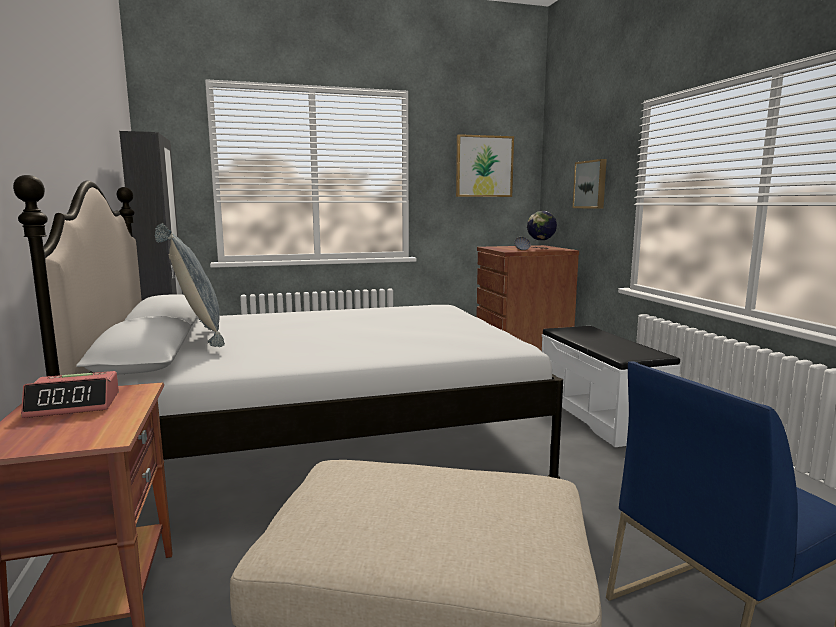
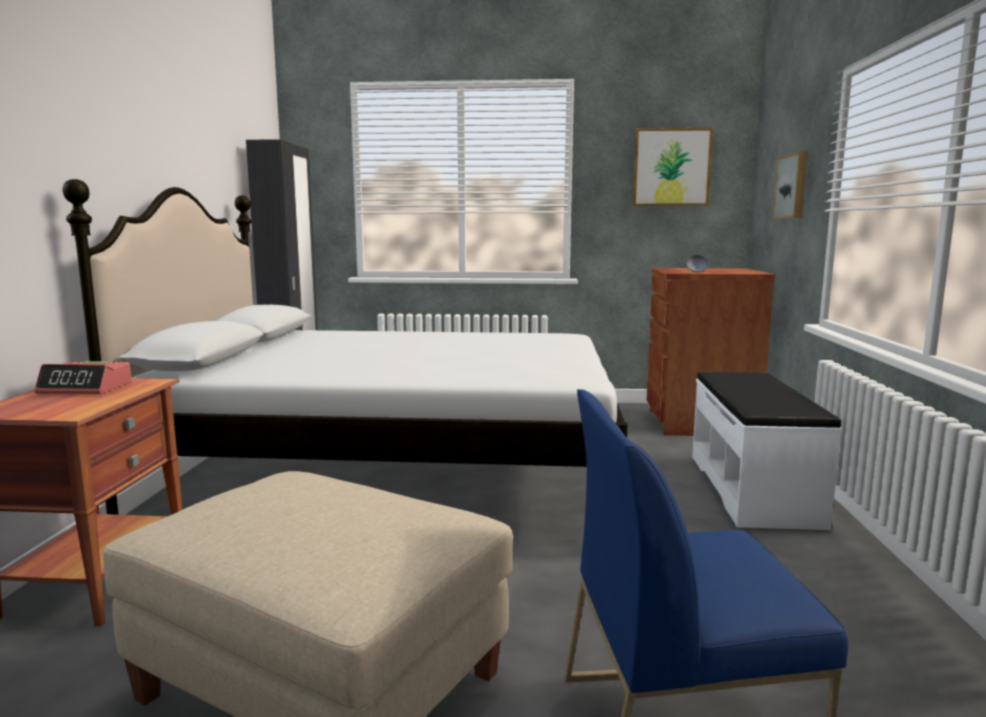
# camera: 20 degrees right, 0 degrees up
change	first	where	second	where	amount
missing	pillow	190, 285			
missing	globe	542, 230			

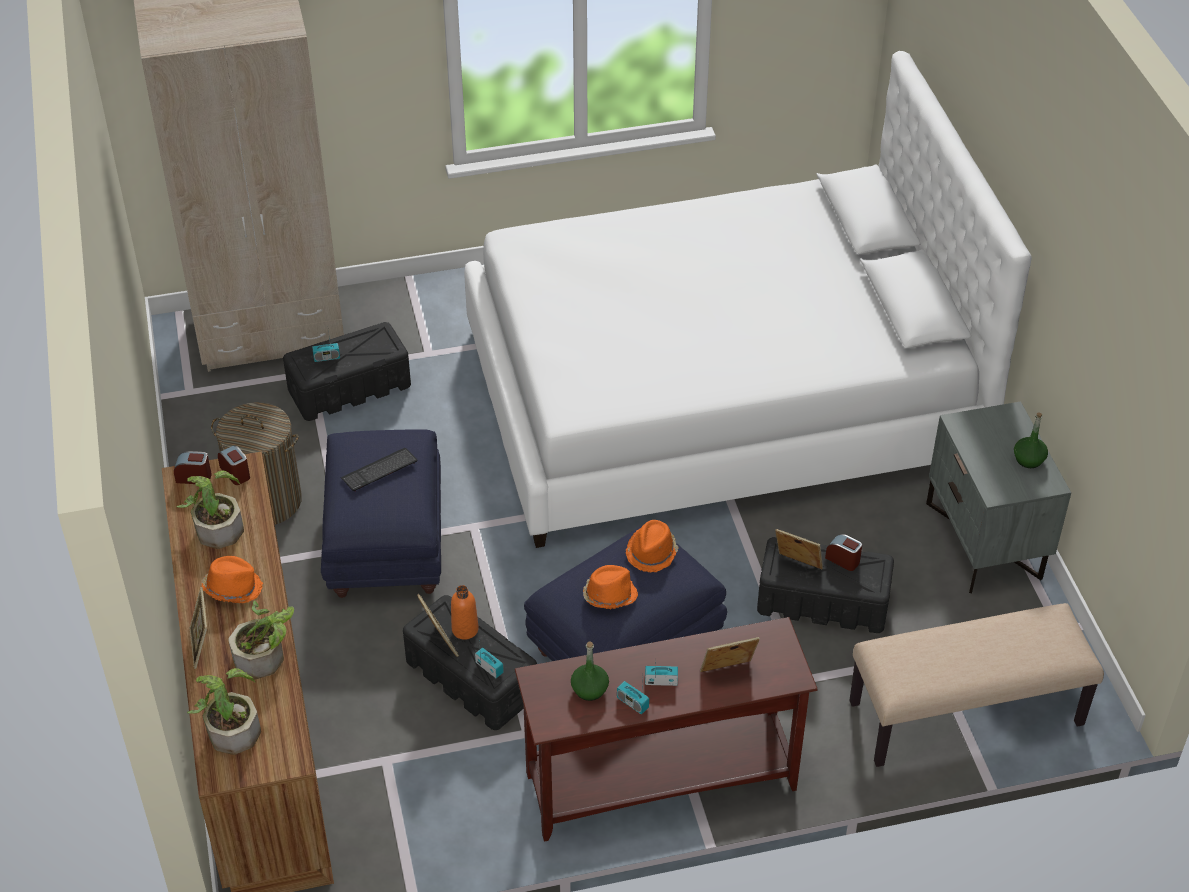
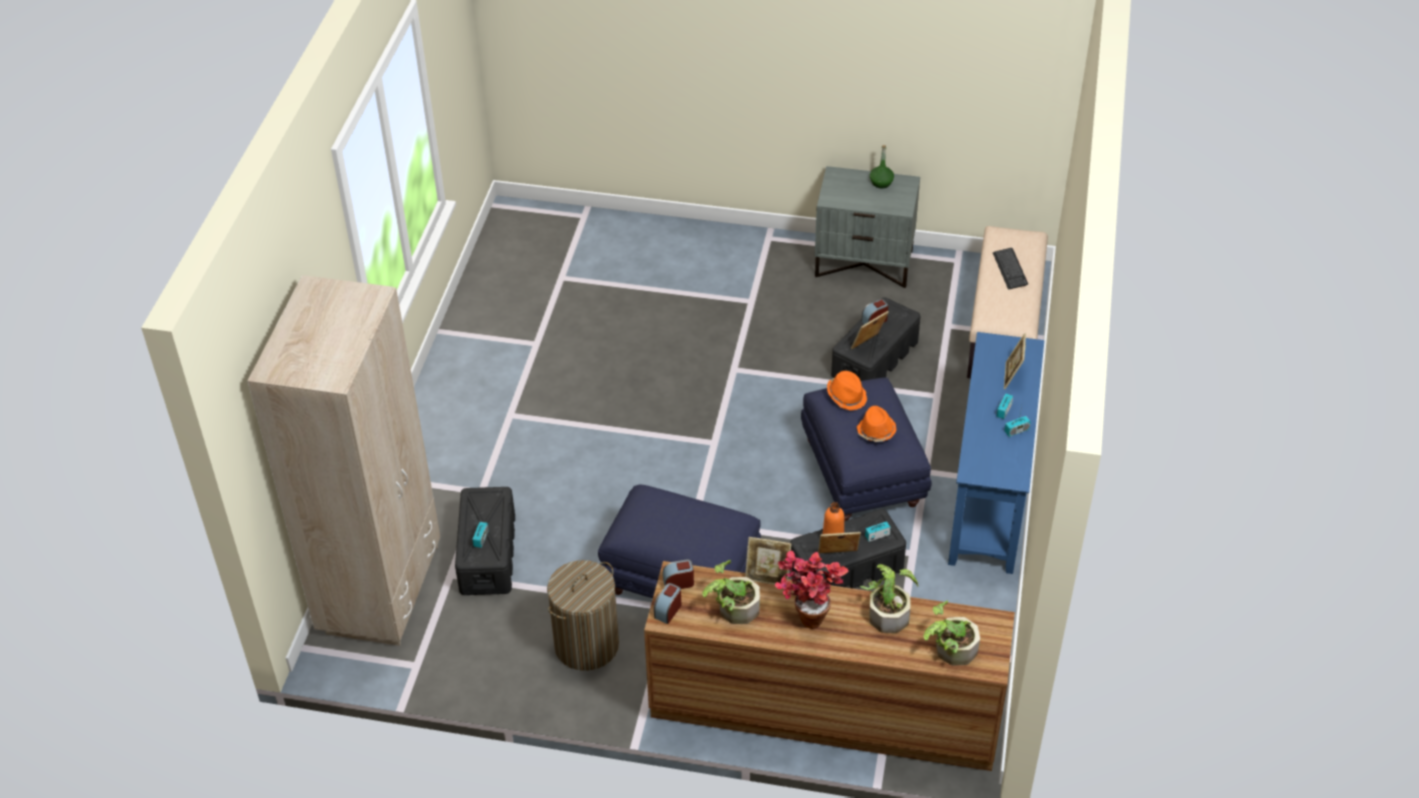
# camera: 65 degrees left, 0 degrees up
change	first	where	second	where	amount
missing	white bed	748, 299			
missing	green bottle	590, 671			
relocated	picture frame	198, 628		768, 561	
relocated	keyboard	379, 469		1010, 269	
exchanged	orange hat	232, 579	potted plant	812, 589	
colour	brown console table	666, 729	blue console table	996, 453	

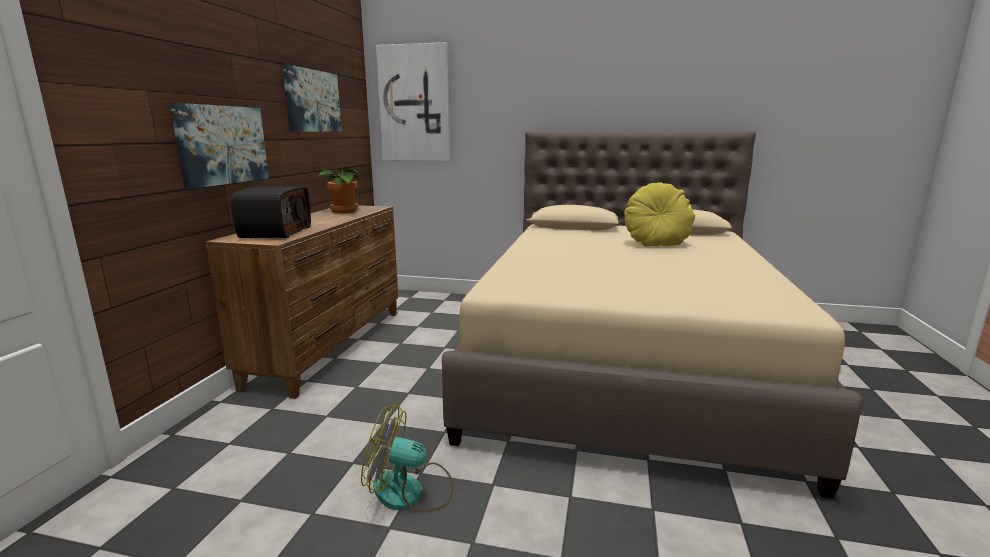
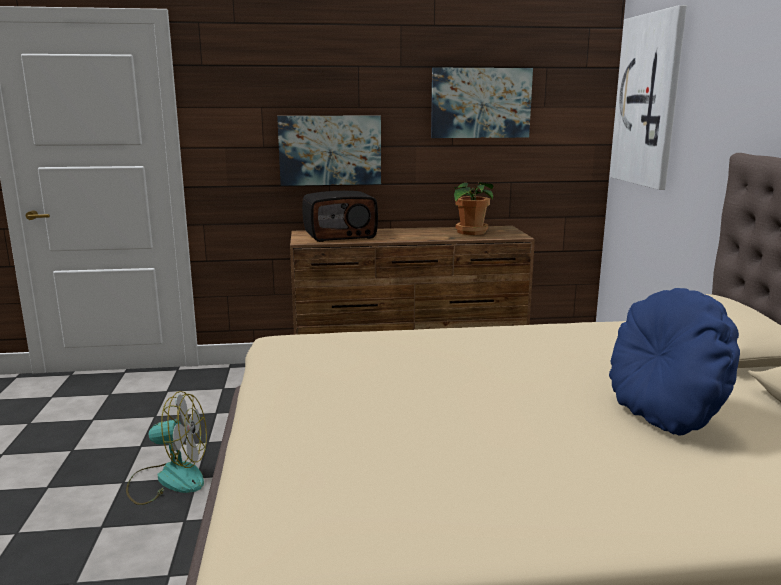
# camera: 70 degrees right, 0 degrees up
change	first	where	second	where	amount
colour	yellow pillow	659, 214	blue pillow	674, 361	
spun	fan	407, 458		166, 448	105 degrees clockwise

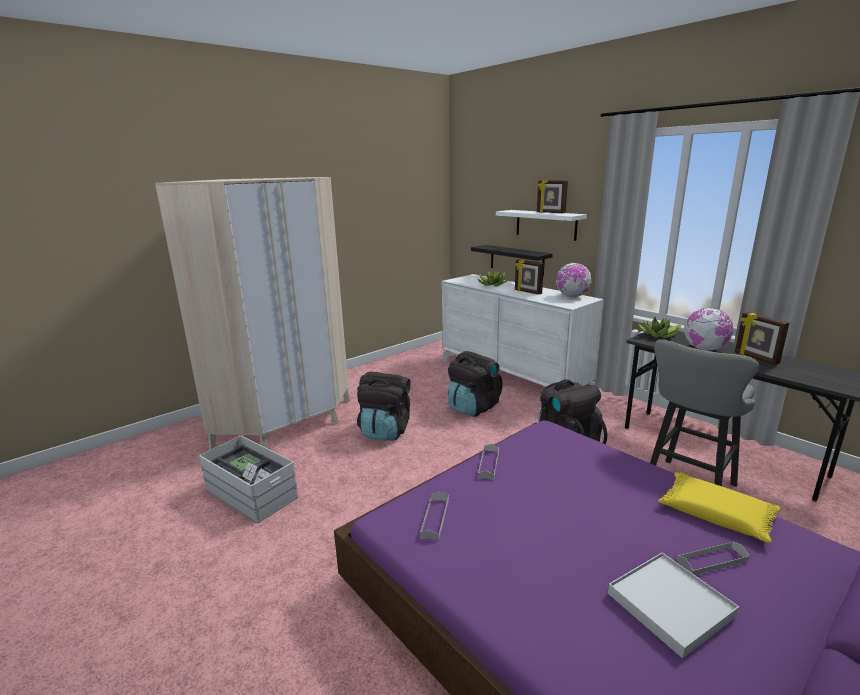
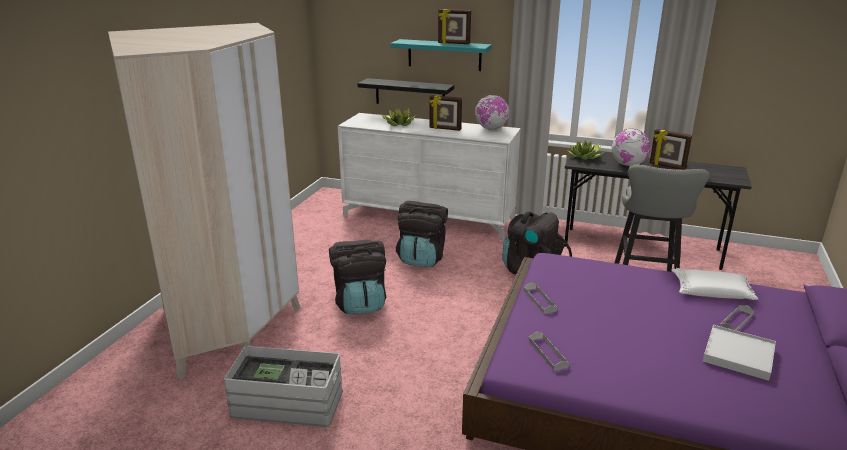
# camera: 30 degrees left, 5 degrees up
change	first	where	second	where	amount
colour	white shelf	541, 225	turquoise shelf	441, 55	
colour	yellow pillow	719, 507	white pillow	714, 284	

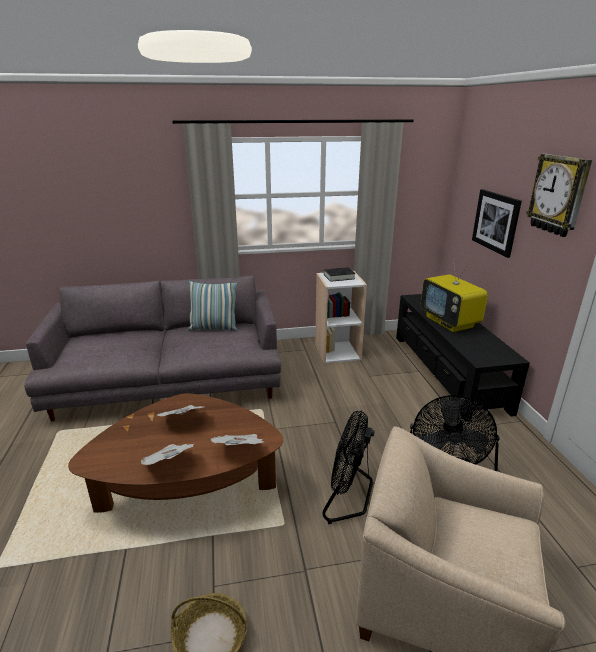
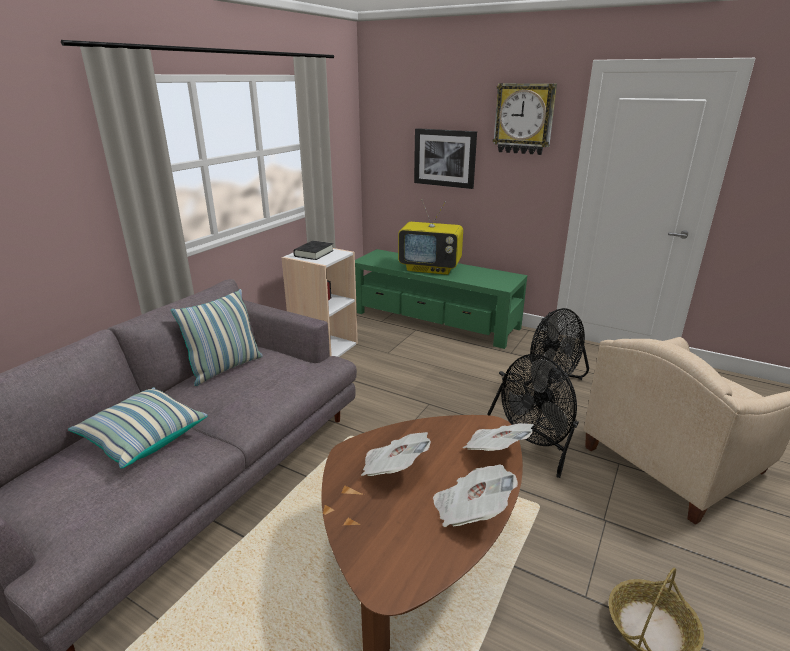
# camera: 50 degrees left, 0 degrees up
change	first	where	second	where	amount
appeared			pillow	137, 428	
colour	black tv stand	463, 358	green tv stand	441, 299	

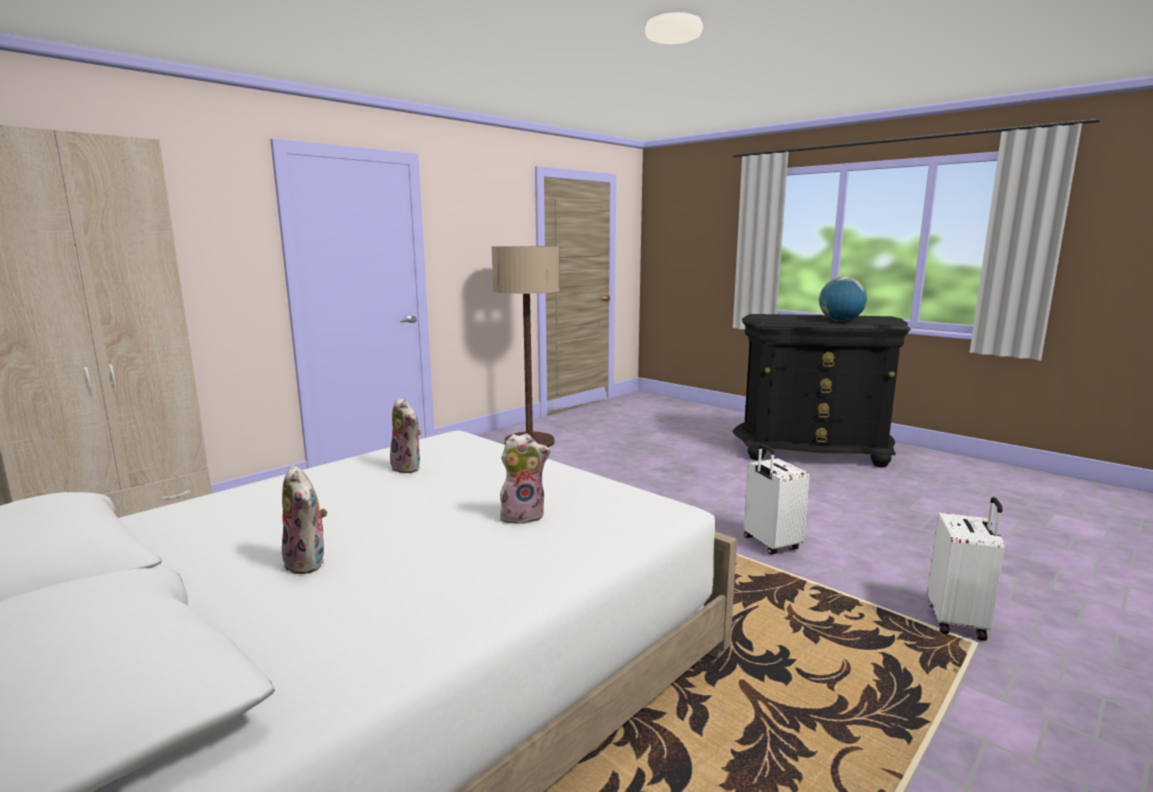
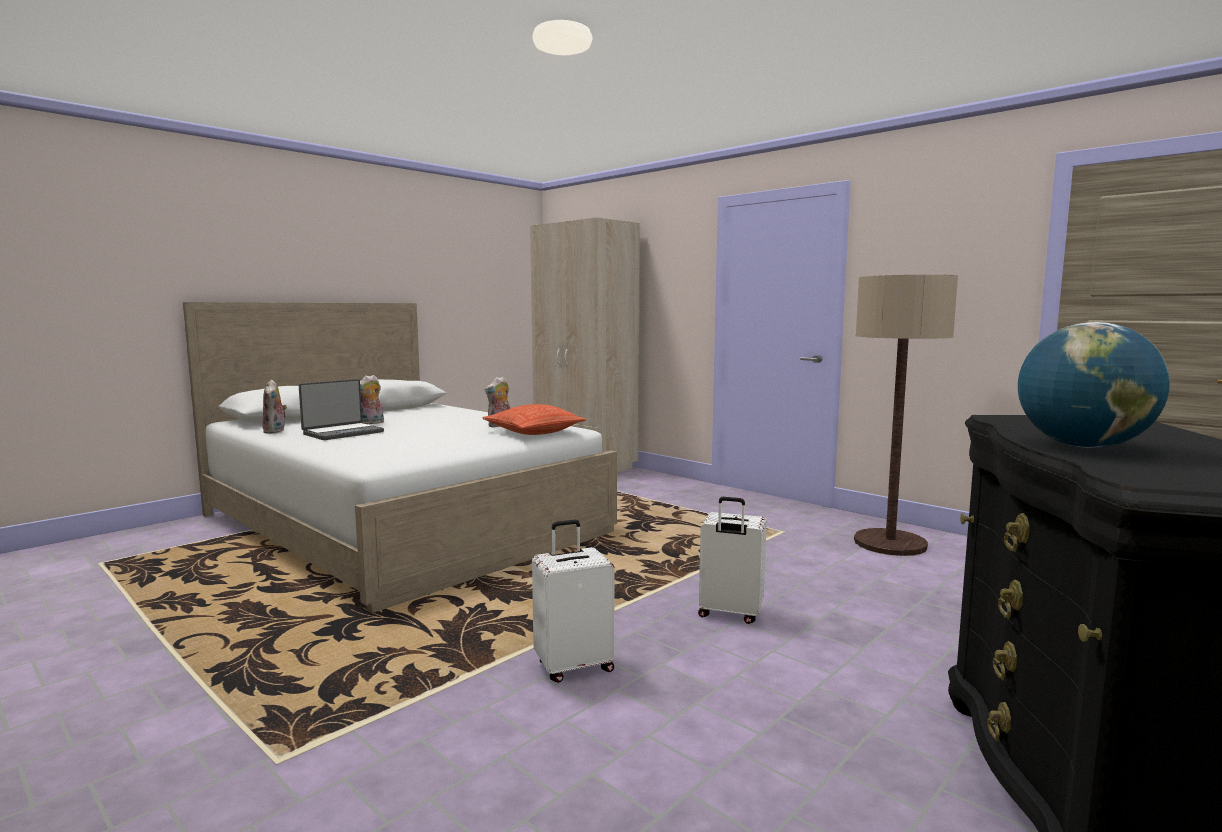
# camera: 90 degrees right, 5 degrees down
change	first	where	second	where	amount
appeared			laptop	341, 409	
appeared			orange pillow	534, 419	
relocated	plush toy	525, 478		274, 407	
relocated	white suitcase	966, 569		732, 560	

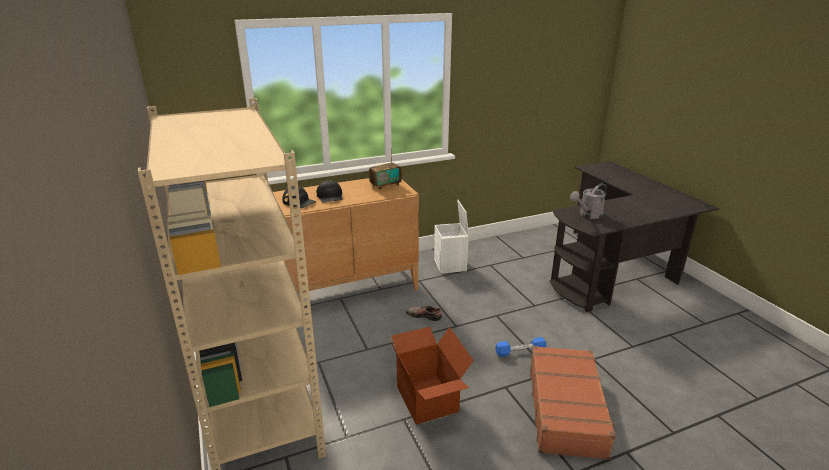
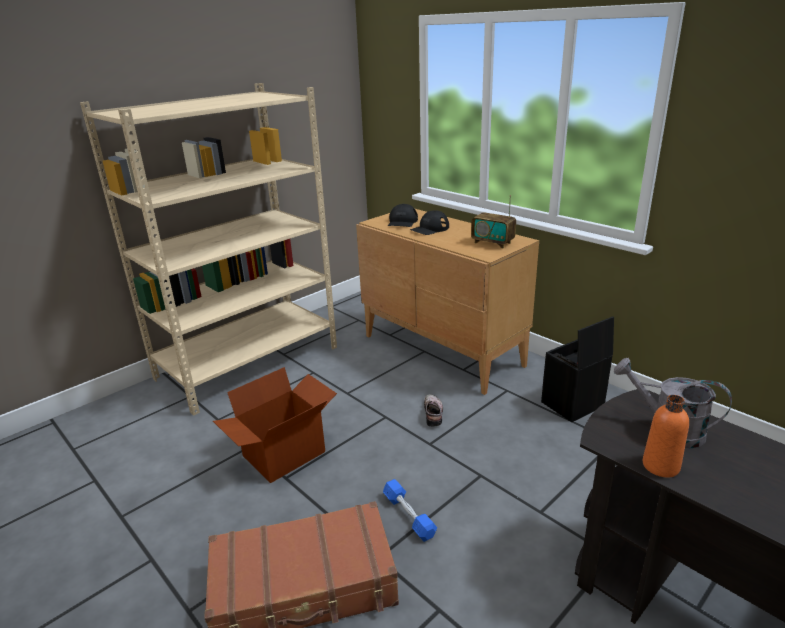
# camera: 70 degrees right, 0 degrees up
change	first	where	second	where	amount
appeared			orange bottle	666, 436	
colour	white storage box	451, 237	black storage box	577, 369	

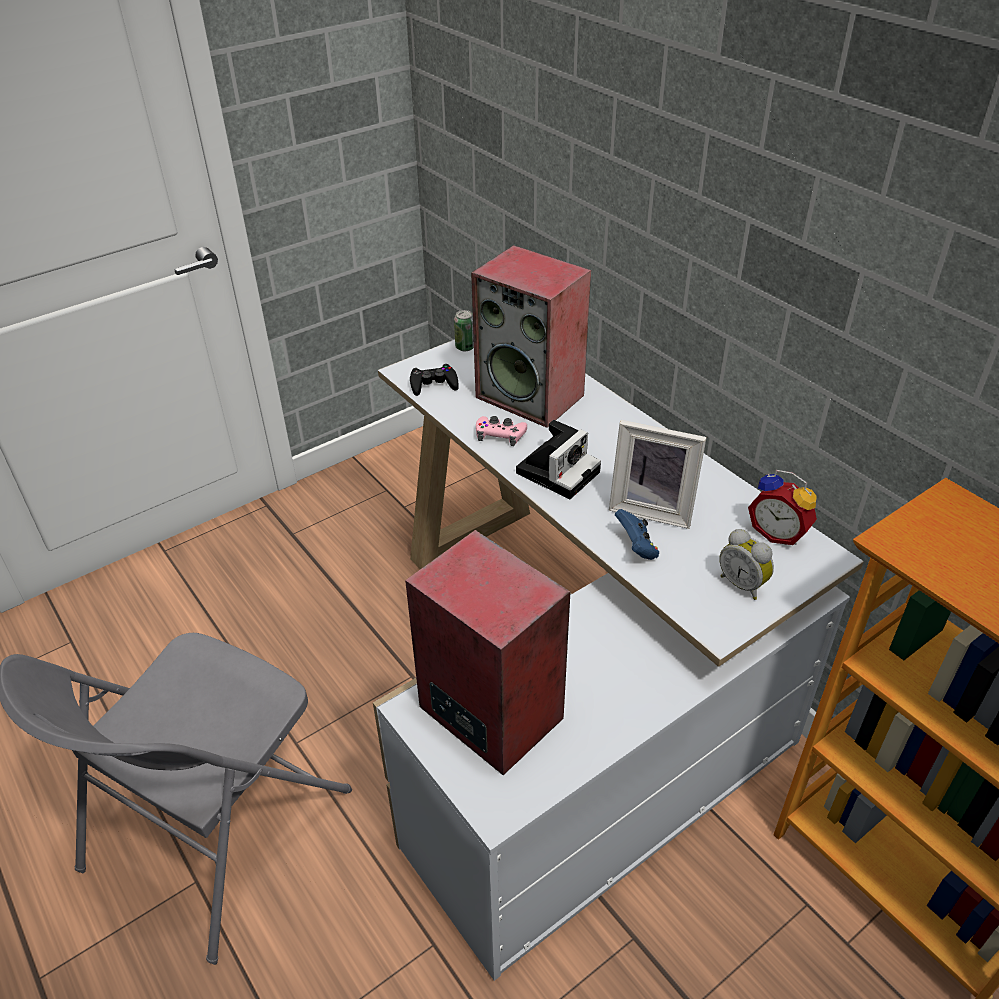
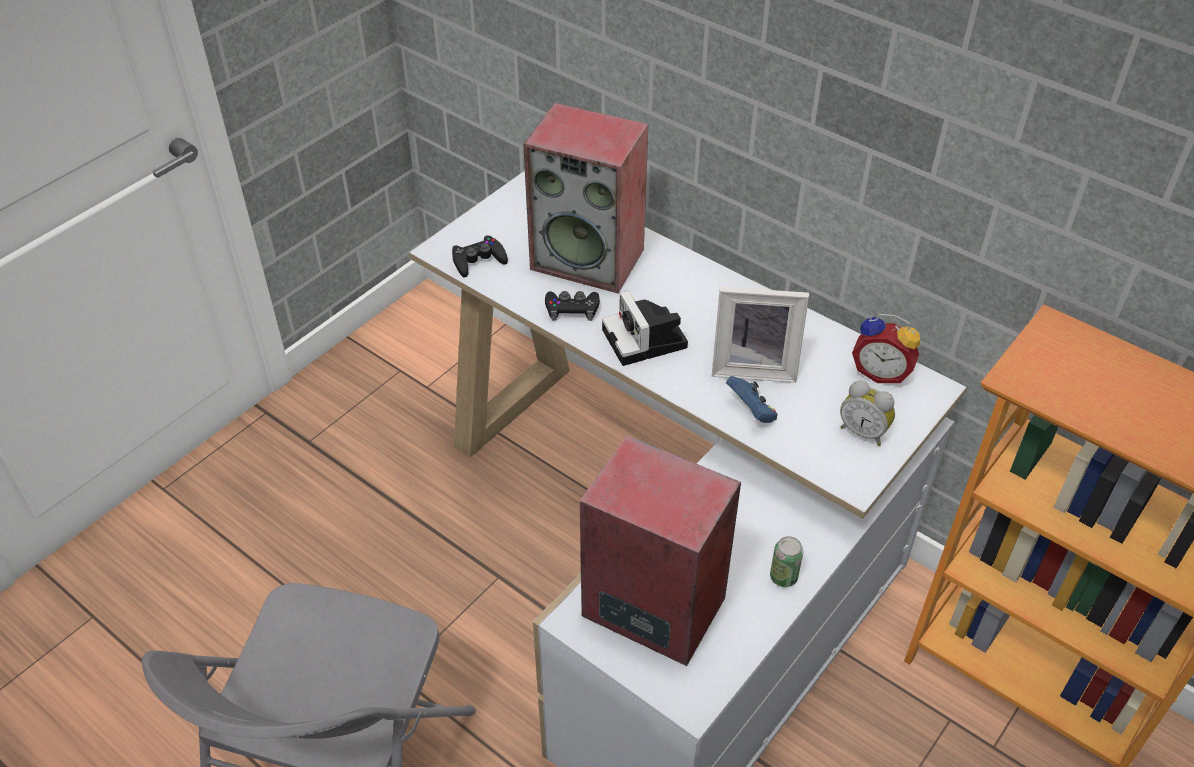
# camera: 15 degrees left, 5 degrees up
change	first	where	second	where	amount
relocated	can	464, 330		786, 561	
colour	pink game controller	501, 431	black game controller	572, 306	
spun	photo camera	558, 459		645, 328	135 degrees clockwise

